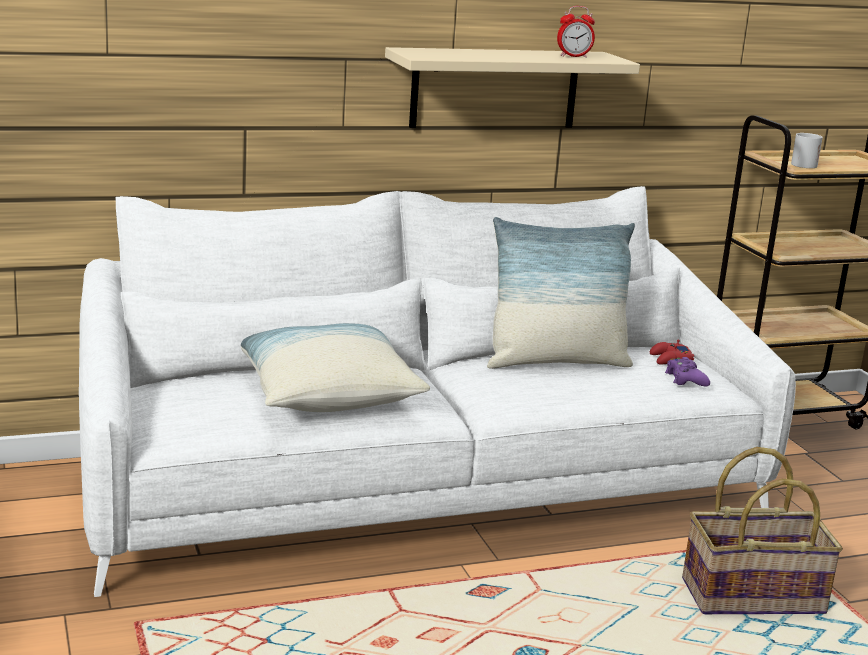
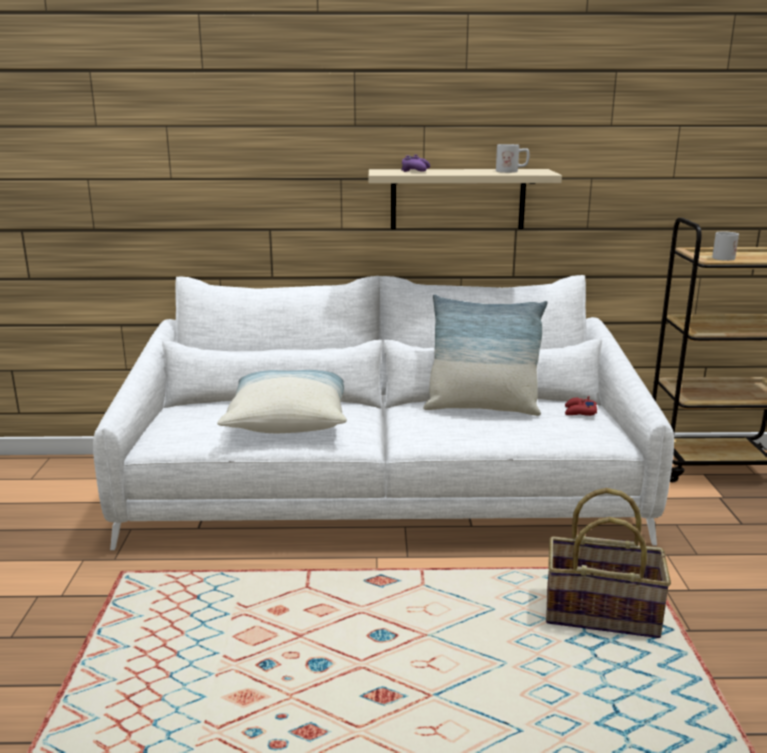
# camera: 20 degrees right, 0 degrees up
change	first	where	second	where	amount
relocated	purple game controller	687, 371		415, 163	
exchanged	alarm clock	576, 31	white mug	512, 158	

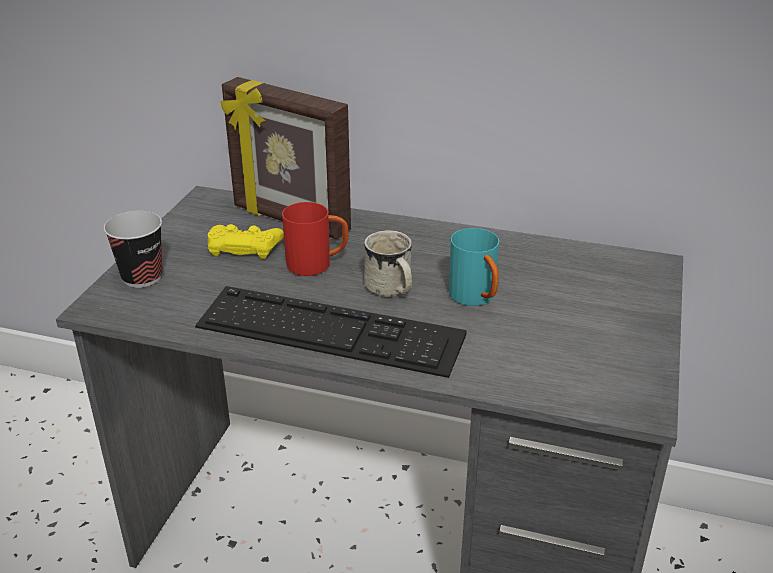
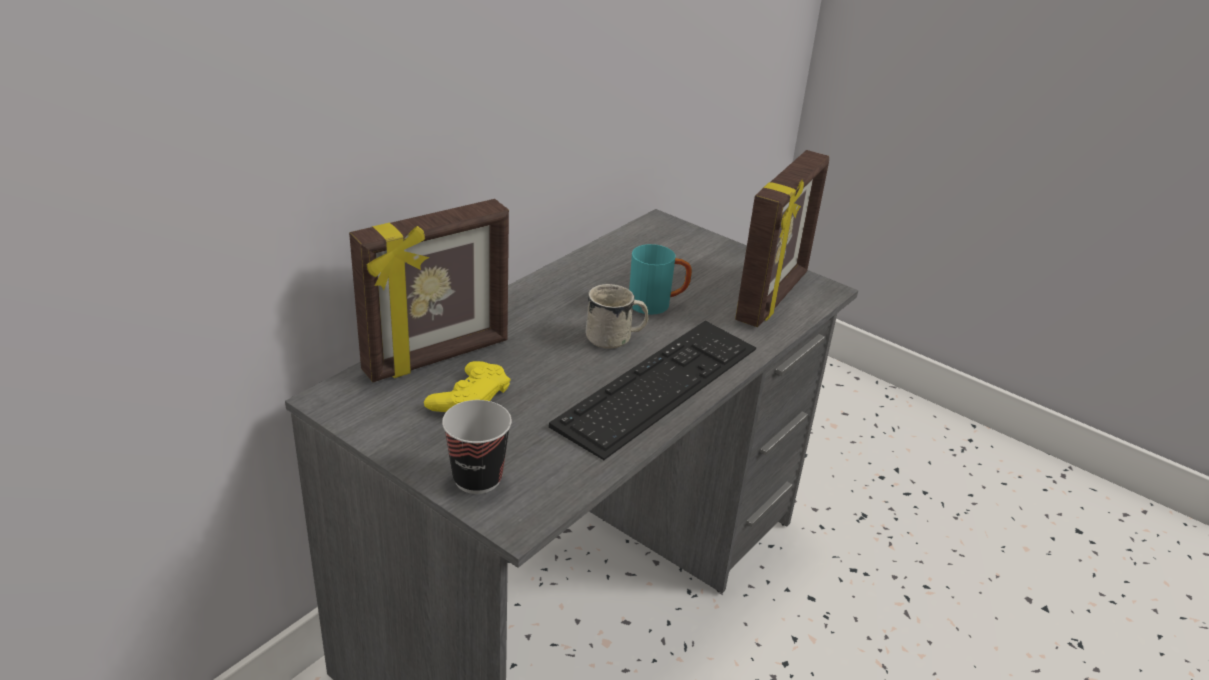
# camera: 70 degrees left, 0 degrees up
change	first	where	second	where	amount
missing	red mug	315, 239			
appeared			picture frame	782, 238	

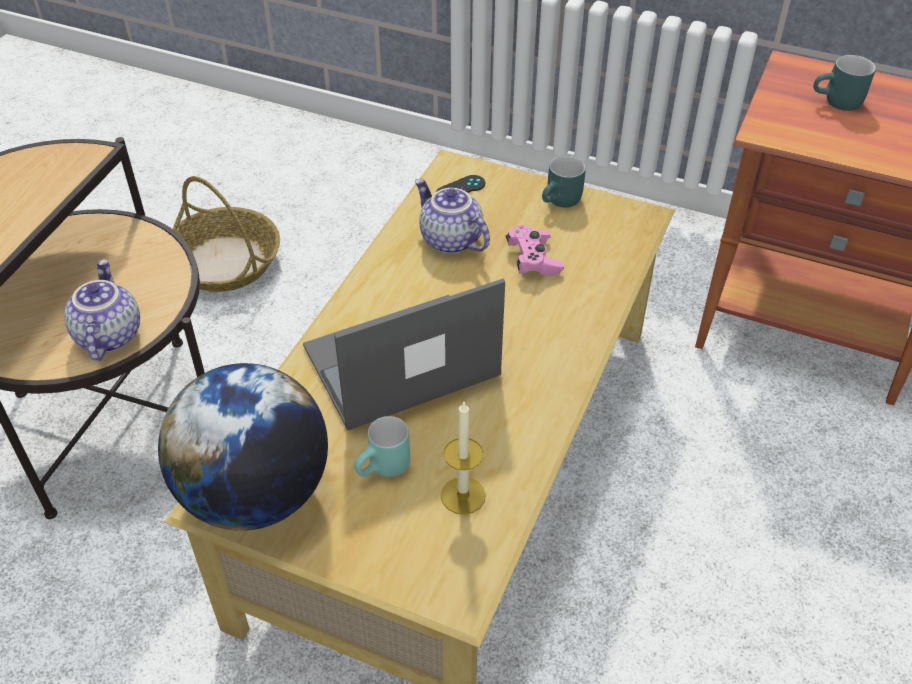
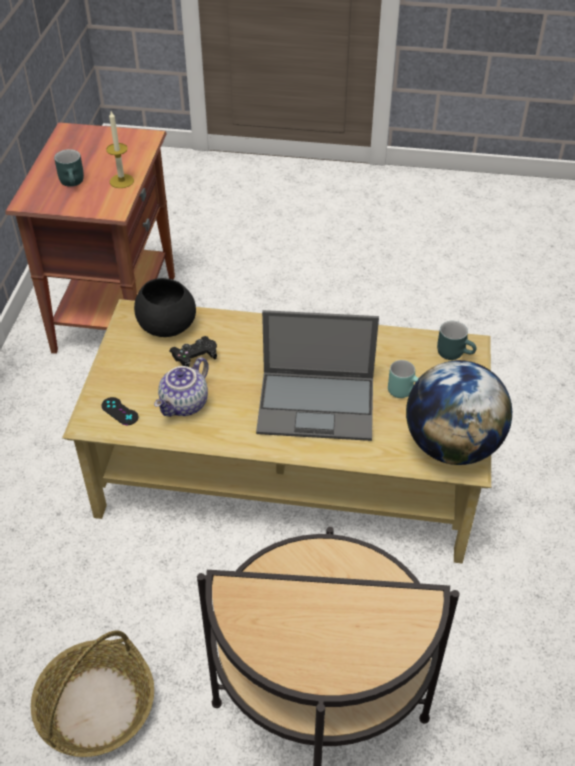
# camera: 105 degrees left, 0 degrees up
change	first	where	second	where	amount
missing	teapot	102, 310			
appeared			black bowl	165, 307	
relocated	candle	463, 458		120, 149	
relocated	turquoise mug	564, 181		456, 340	
colour	pink game controller	535, 250	black game controller	193, 351	
spun	laptop	404, 355		317, 375	45 degrees counterclockwise

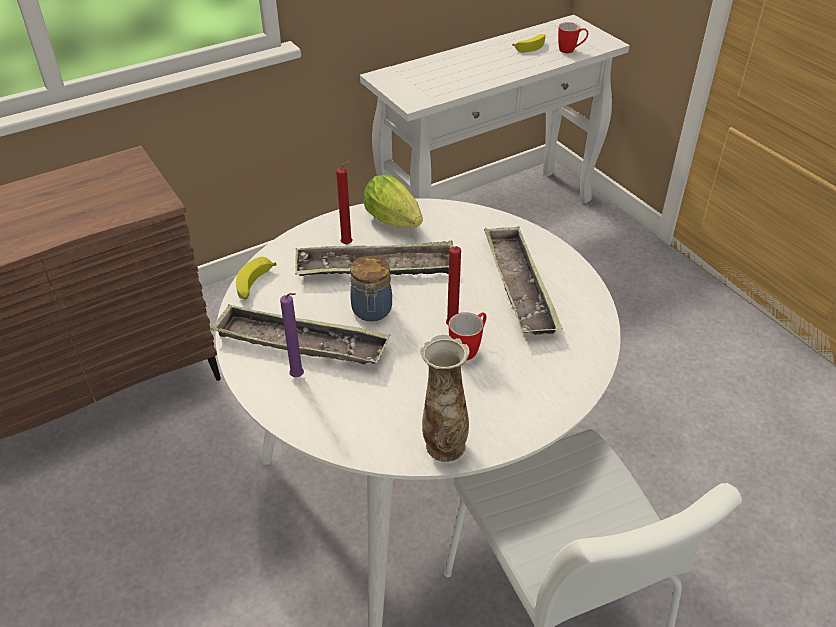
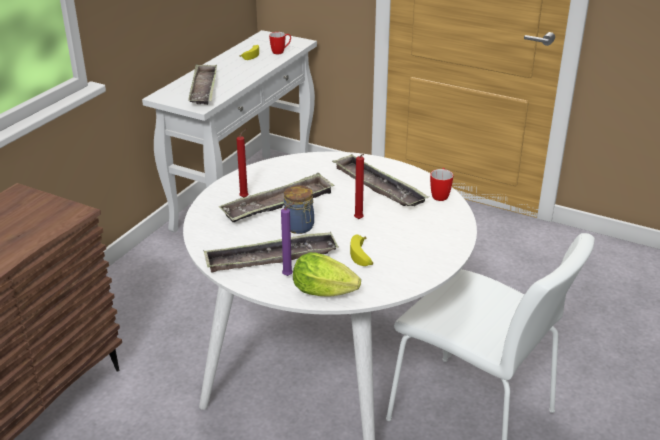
# camera: 30 degrees left, 10 degrees down
change	first	where	second	where	amount
missing	vase	445, 398			
appeared			tray	202, 85	
relocated	banana	256, 278		361, 250	
relocated	lettuce	393, 201		327, 274	
relocated	mug	467, 336		441, 184	

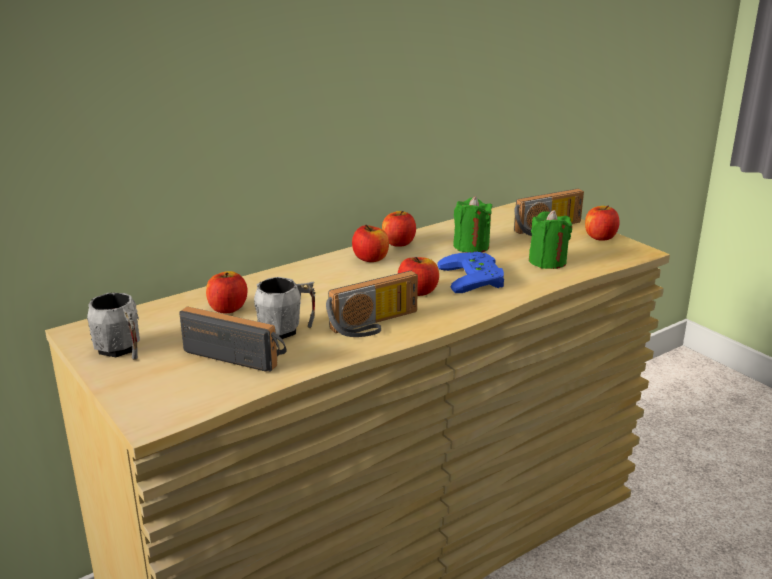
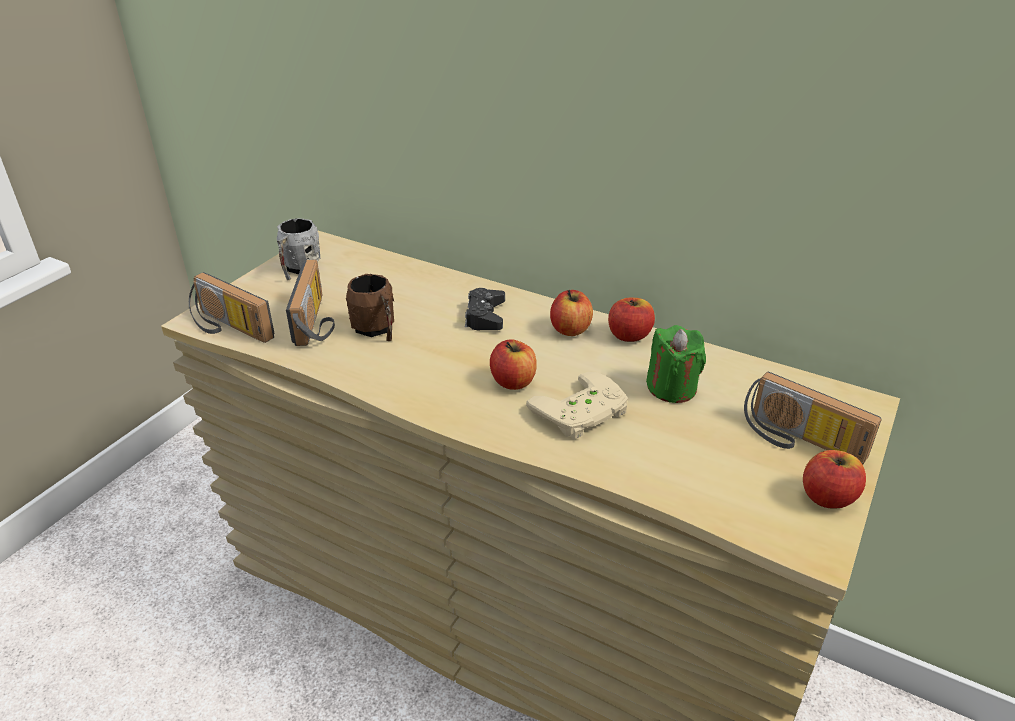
# camera: 65 degrees right, 10 degrees up
change	first	where	second	where	amount
missing	apple	227, 292			
missing	green candle	550, 239			
appeared			black game controller	485, 309	
relocated	radio	372, 304		232, 307	
colour	grey mug	285, 308	brown mug	370, 307	
colour	blue game controller	470, 272	beige game controller	577, 406	

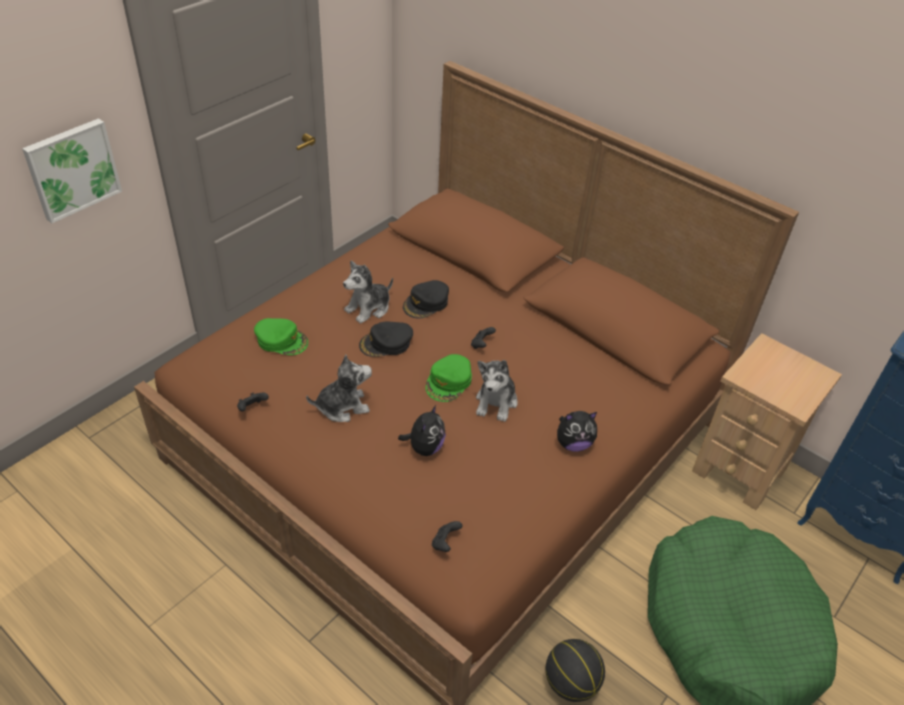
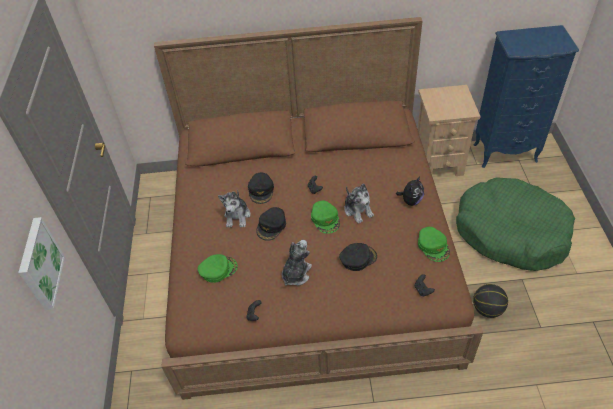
# camera: 40 degrees left, 5 degrees up
change	first	where	second	where	amount
appeared			green cap	434, 244	
exchanged	plush toy	422, 430	black cap	358, 257	

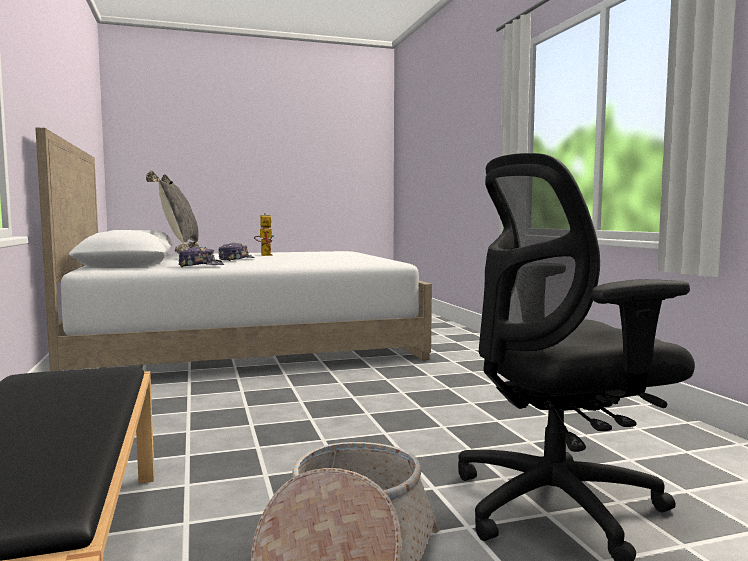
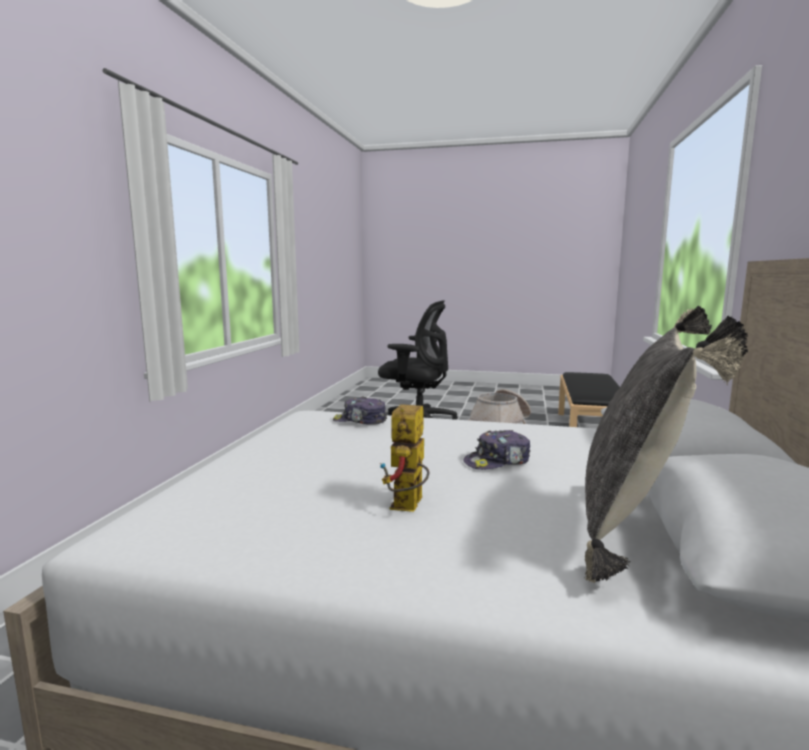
# camera: 150 degrees left, 5 degrees up
change	first	where	second	where	amount
relocated	cap	201, 256		360, 410	

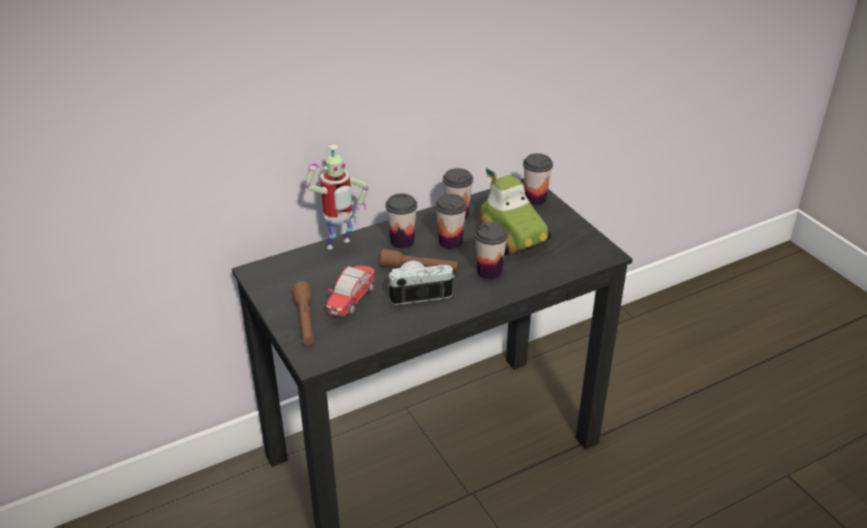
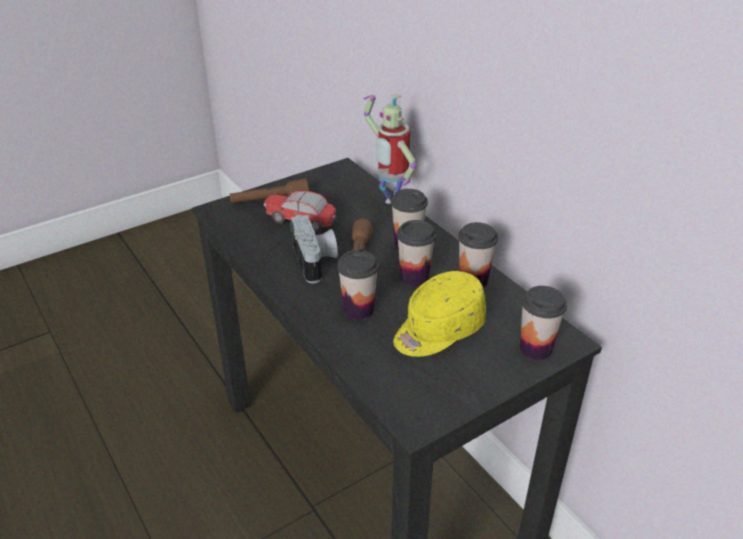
# camera: 85 degrees right, 0 degrees up
change	first	where	second	where	amount
exchanged	toy car	515, 211	yellow cap	439, 314	

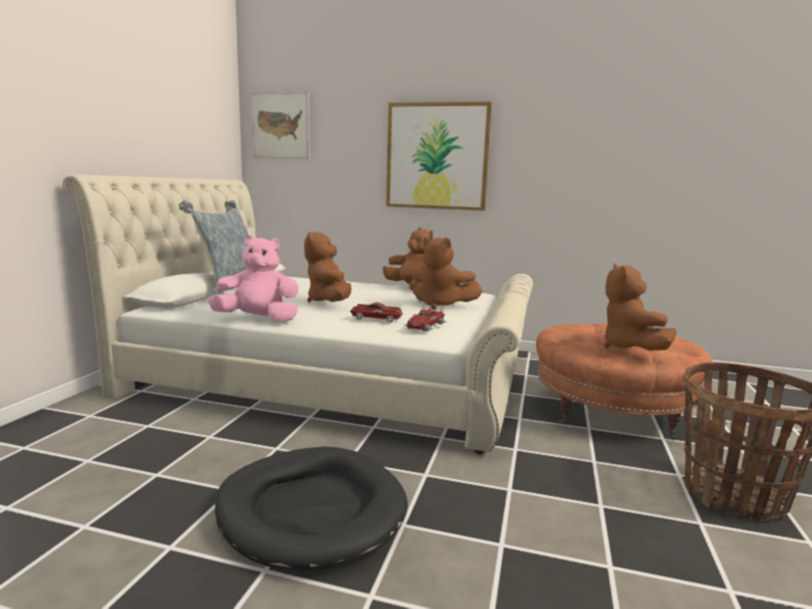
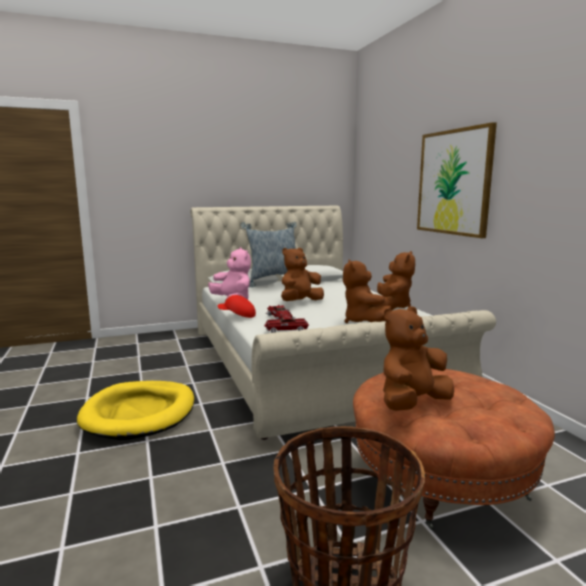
# camera: 55 degrees right, 0 degrees up
change	first	where	second	where	amount
missing	picture	280, 125			
appeared			red cap	237, 306	
colour	black dog bed	311, 509	yellow dog bed	135, 410	

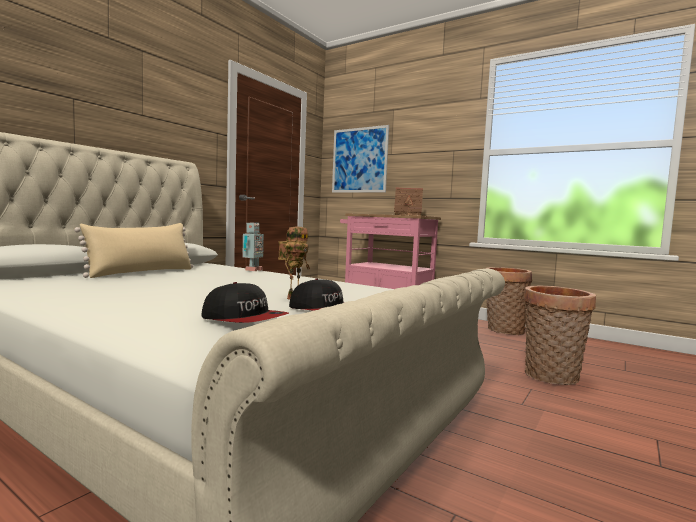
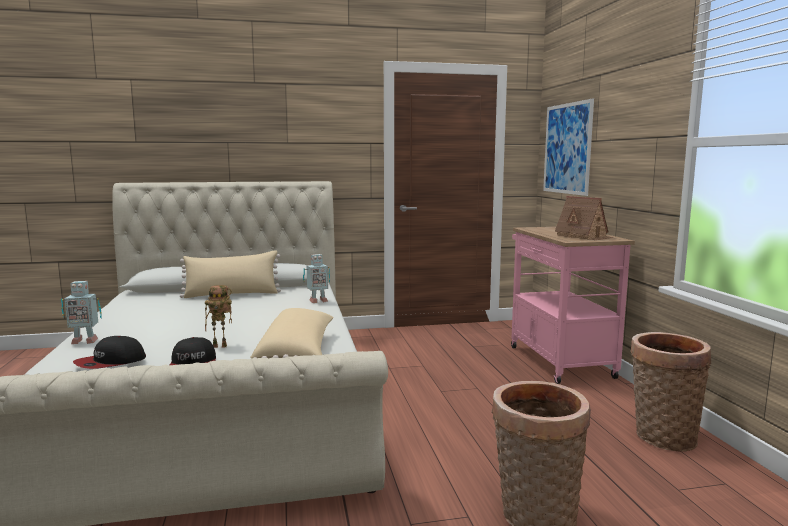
# camera: 45 degrees right, 5 degrees up
change	first	where	second	where	amount
appeared			toy robot	81, 312	
appeared			beige pillow	292, 333	
spun	cap	245, 302		109, 352	60 degrees clockwise

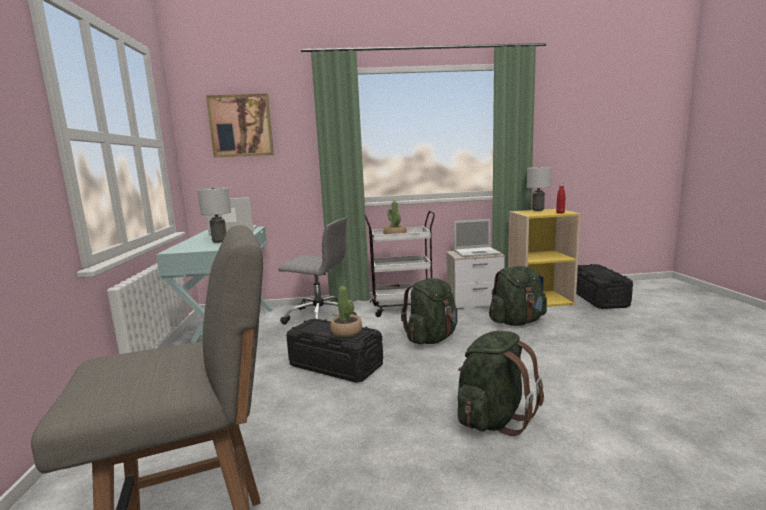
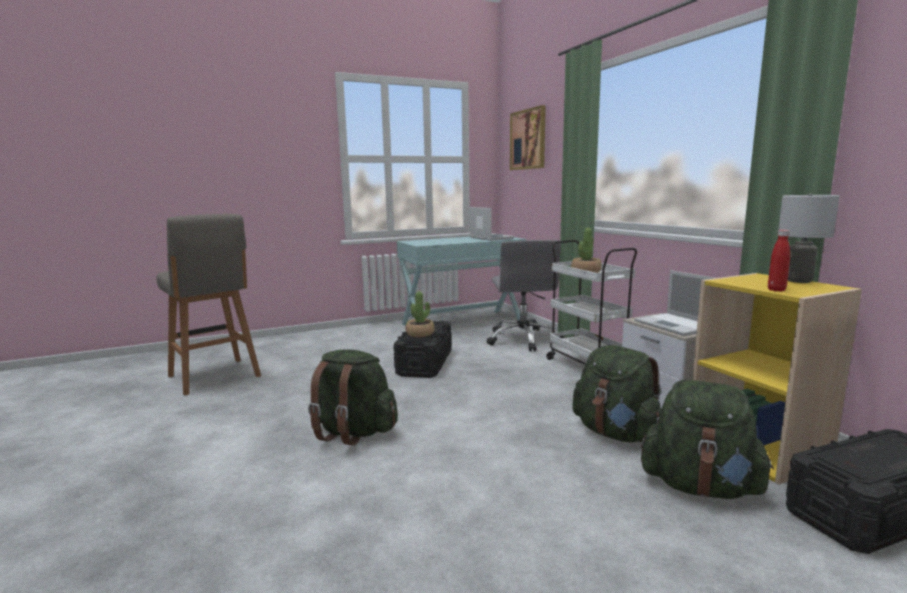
# camera: 70 degrees right, 0 degrees up
change	first	where	second	where	amount
missing	white table lamp	214, 215			
relocated	green backpack	429, 311		707, 439	

